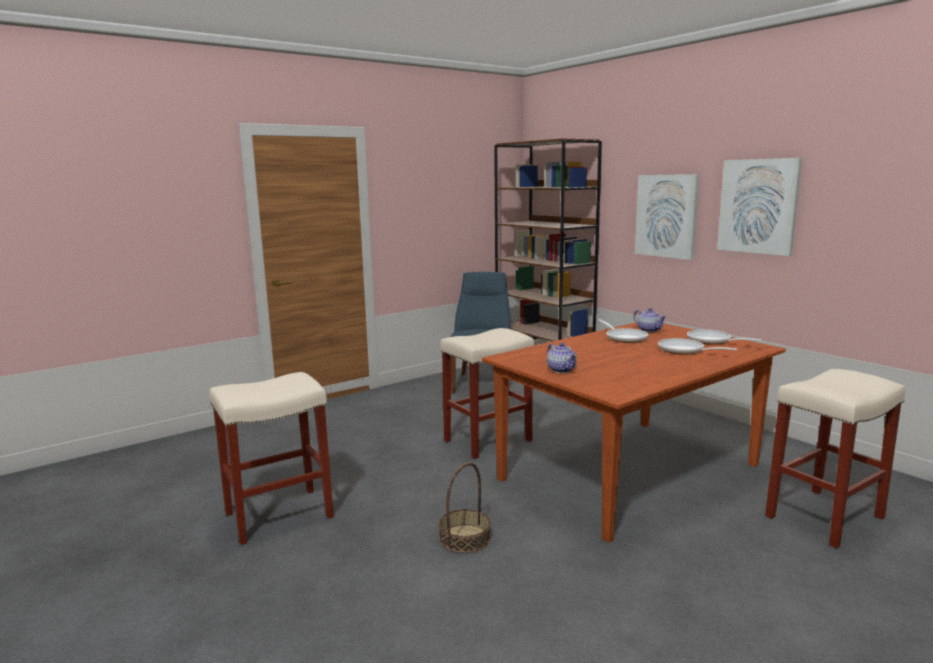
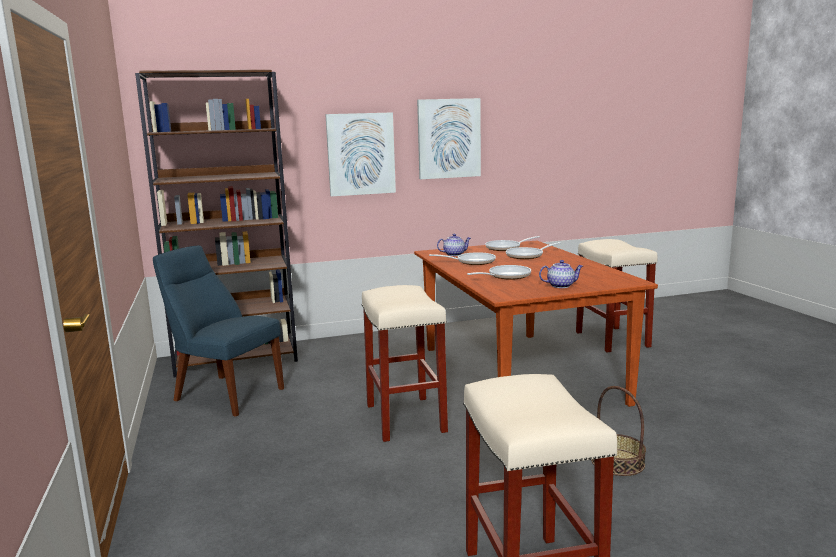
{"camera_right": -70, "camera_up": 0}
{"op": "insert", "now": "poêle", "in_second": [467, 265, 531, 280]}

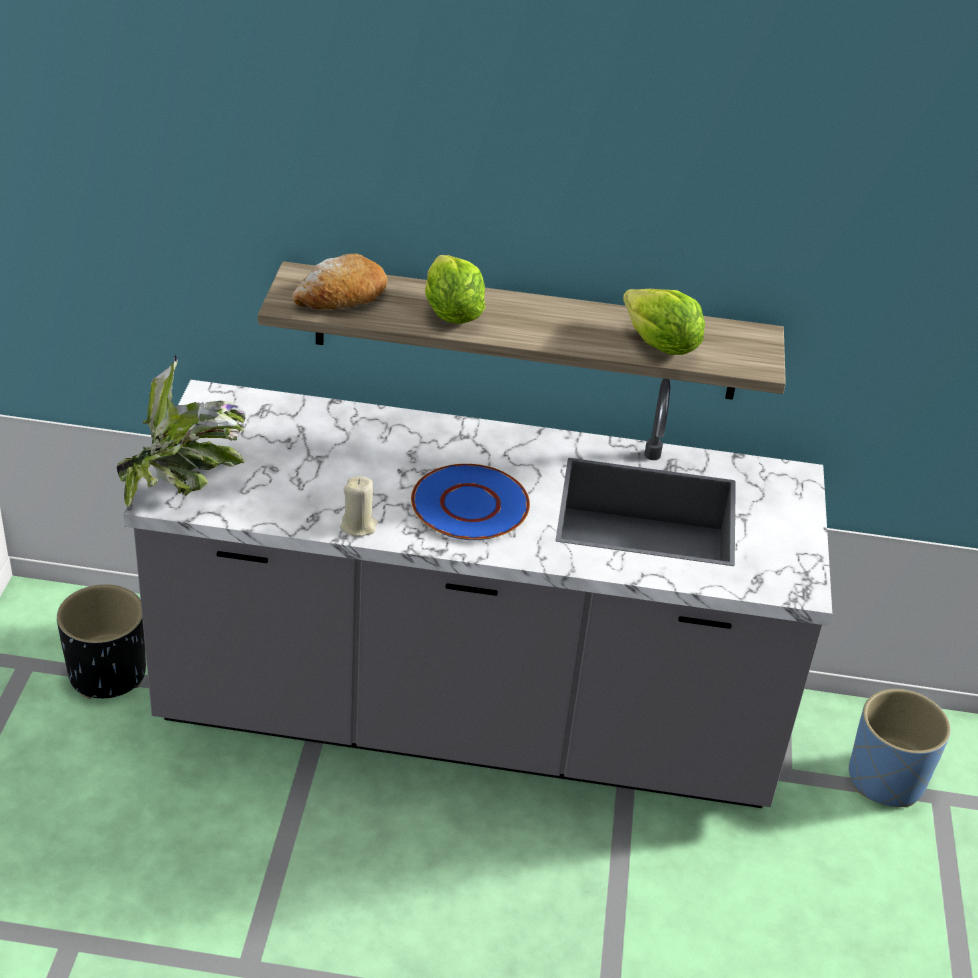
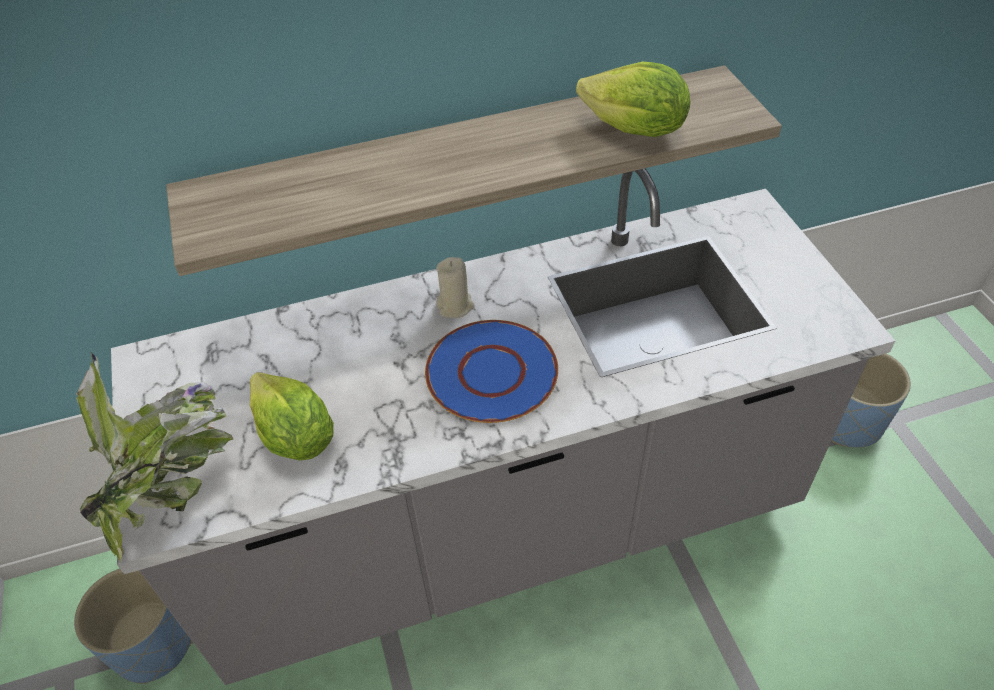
{"camera_right": -20, "camera_up": 10}
{"op": "recolor", "was": "cache-pot [noir]", "now": "cache-pot [bleu]", "in_first": [57, 584, 146, 699], "in_second": [74, 569, 191, 684]}
{"op": "delete", "was": "pain", "in_first": [292, 254, 387, 309]}
{"op": "move", "was": "bougie [beige]", "in_first": [340, 476, 378, 537], "in_second": [437, 257, 474, 318]}
{"op": "move", "was": "laitue", "in_first": [425, 255, 486, 324], "in_second": [250, 372, 334, 461]}

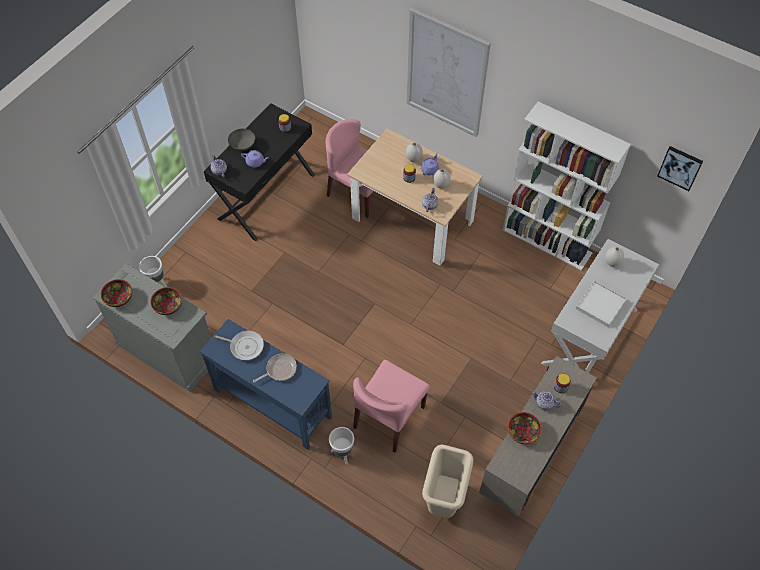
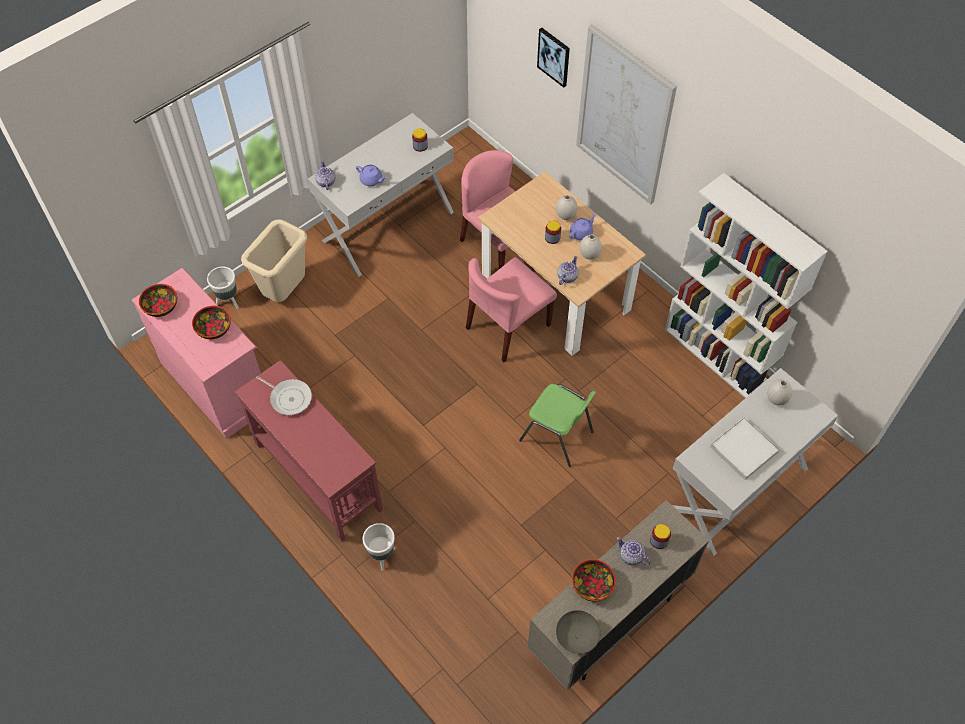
{"camera_right": 15, "camera_up": 0}
{"op": "recolor", "was": "commode [gris]", "now": "commode [rose]", "in_first": [93, 263, 211, 392], "in_second": [132, 268, 261, 439]}
{"op": "recolor", "was": "table console [bleu]", "now": "table console [rouge]", "in_first": [200, 319, 332, 450], "in_second": [235, 360, 383, 542]}
{"op": "recolor", "was": "table console [noir]", "now": "table console [blanc]", "in_first": [204, 103, 315, 241], "in_second": [308, 113, 454, 277]}
{"op": "move", "was": "bol [gris]", "in_first": [228, 129, 255, 151], "in_second": [556, 610, 601, 654]}
{"op": "delete", "was": "poêle", "in_first": [253, 354, 297, 383]}
{"op": "move", "was": "chaise [rose]", "in_first": [353, 360, 430, 453], "in_second": [466, 257, 557, 363]}
{"op": "move", "was": "poubelle [beige]", "in_first": [422, 444, 473, 518], "in_second": [241, 219, 307, 302]}
{"op": "move", "was": "tableau", "in_first": [657, 146, 703, 191], "in_second": [537, 28, 570, 88]}
{"op": "insert", "now": "chaise [vert]", "in_second": [519, 384, 596, 467]}

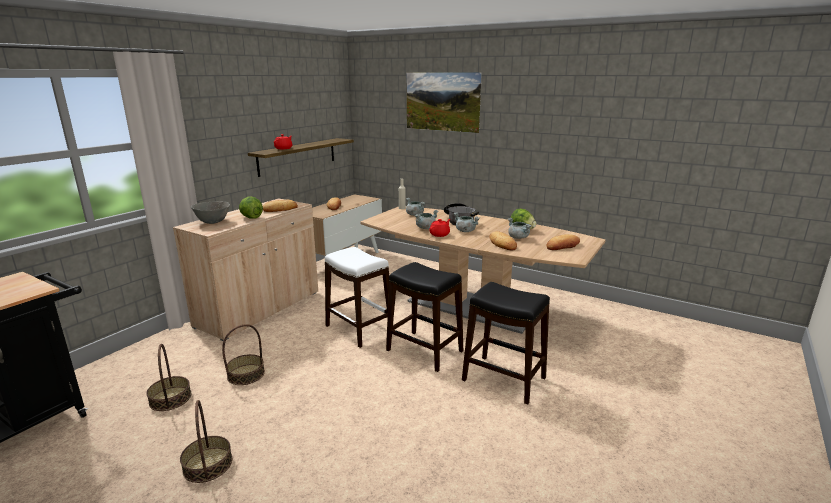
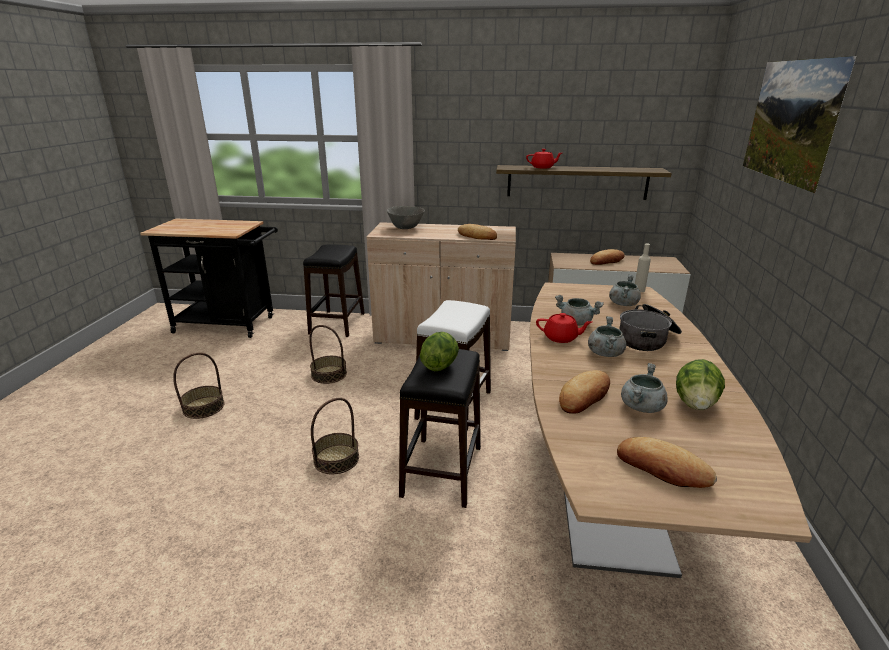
{"camera_right": 65, "camera_up": 5}
{"op": "move", "was": "panier", "in_first": [146, 344, 191, 411], "in_second": [311, 398, 359, 475]}
{"op": "move", "was": "laitue", "in_first": [239, 196, 263, 219], "in_second": [420, 332, 459, 371]}
{"op": "move", "was": "tabouret [noir]", "in_first": [462, 282, 550, 404], "in_second": [303, 244, 365, 337]}

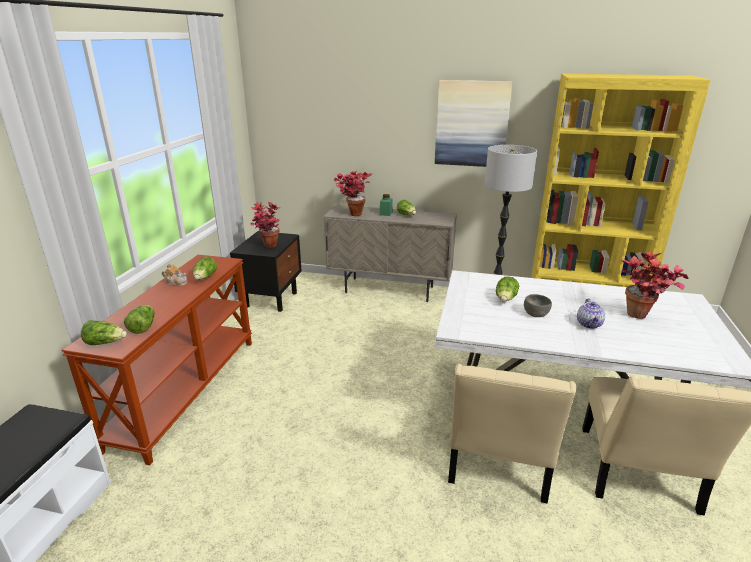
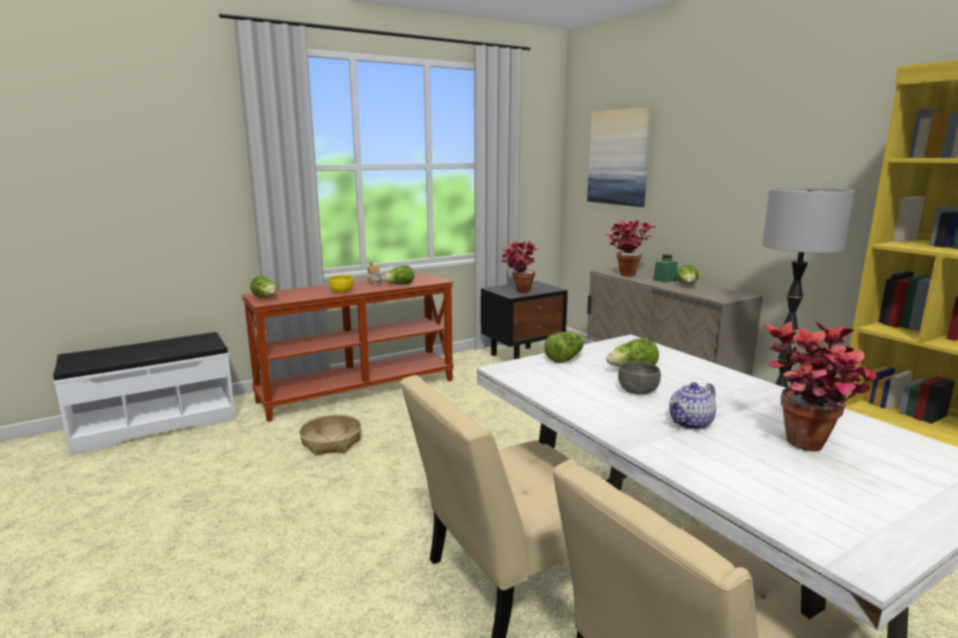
{"camera_right": 45, "camera_up": -10}
{"op": "move", "was": "laitue", "in_first": [124, 305, 154, 334], "in_second": [544, 332, 584, 363]}
{"op": "move", "was": "tableau", "in_first": [435, 80, 512, 167], "in_second": [587, 107, 652, 207]}
{"op": "insert", "now": "panier", "in_second": [299, 415, 362, 455]}
{"op": "insert", "now": "bol [jaune]", "in_second": [329, 275, 354, 293]}

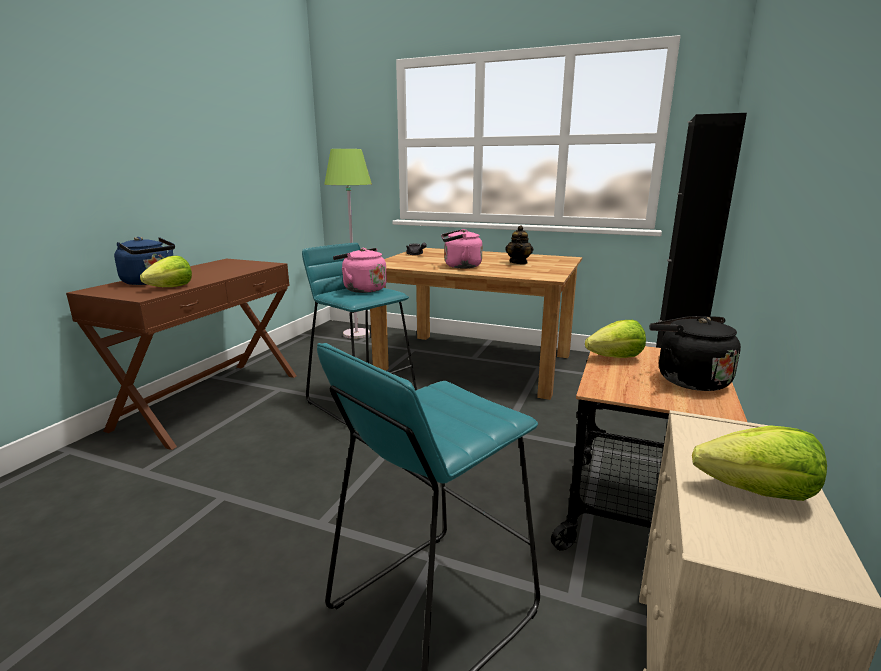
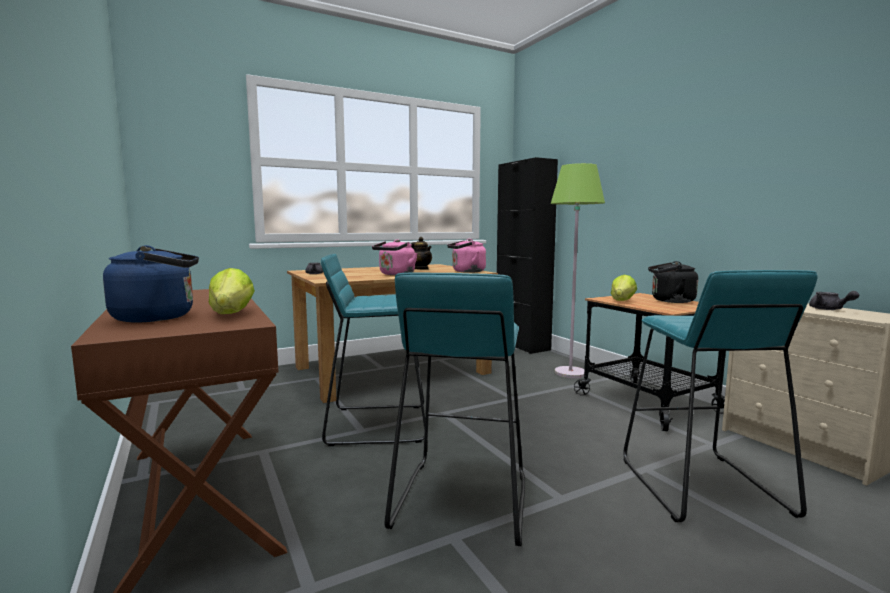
{"camera_right": -50, "camera_up": -10}
{"op": "move", "was": "lampadaire [vert]", "in_first": [324, 149, 372, 339], "in_second": [551, 163, 605, 378]}
{"op": "move", "was": "bouilloire [rose]", "in_first": [333, 248, 387, 293], "in_second": [447, 239, 486, 273]}
{"op": "replace", "was": "laitue", "now": "théière [gris]", "in_first": [692, 425, 827, 501], "in_second": [809, 291, 859, 310]}
{"op": "insert", "now": "tabouret [turquoise]", "in_second": [385, 272, 525, 546]}

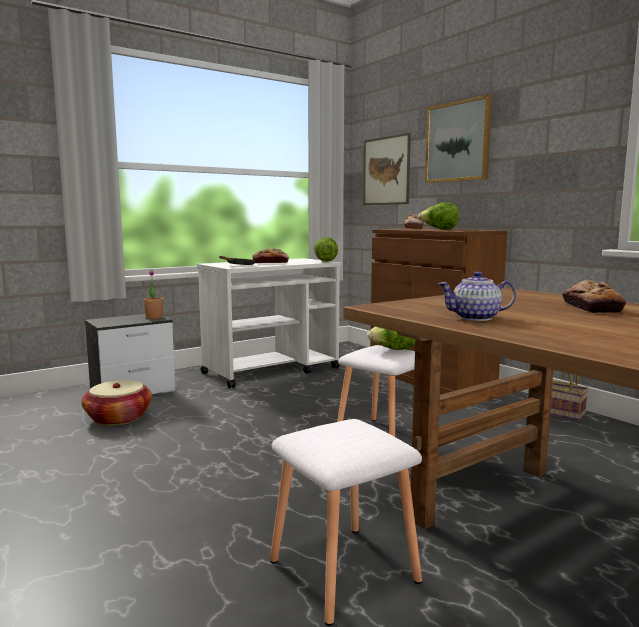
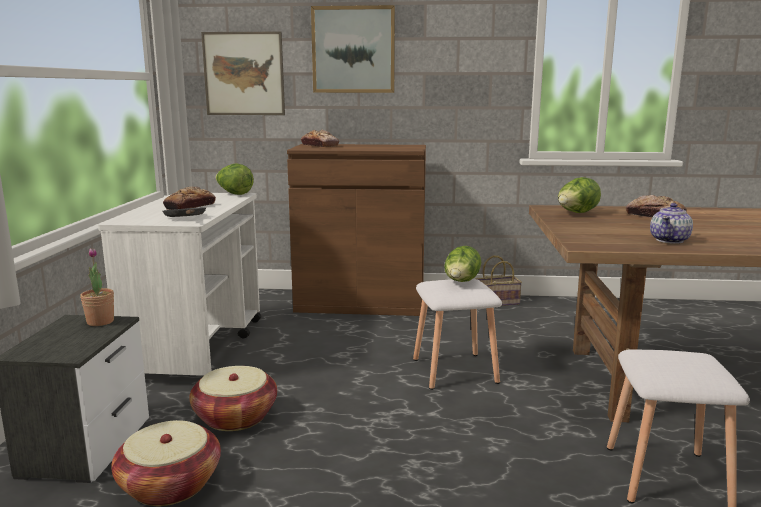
{"camera_right": -50, "camera_up": 5}
{"op": "move", "was": "laitue", "in_first": [418, 202, 459, 230], "in_second": [558, 177, 601, 213]}
{"op": "insert", "now": "panier", "in_second": [189, 366, 277, 431]}

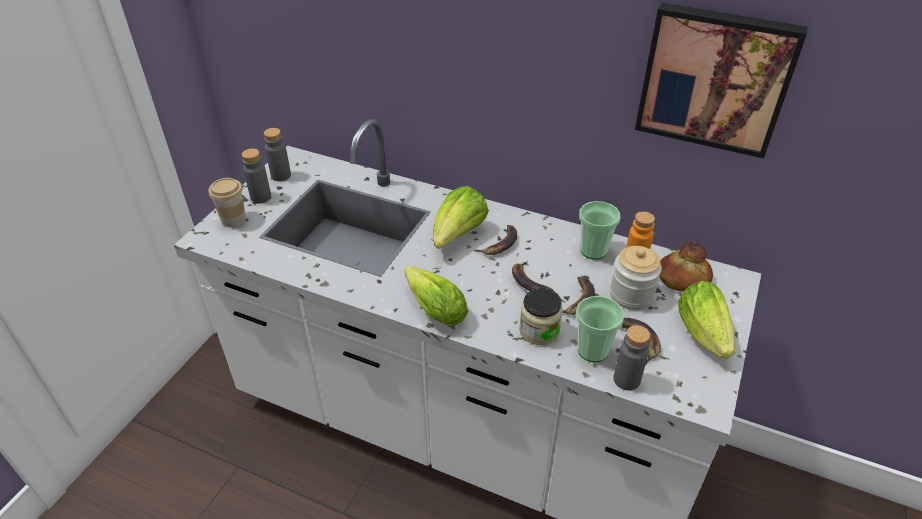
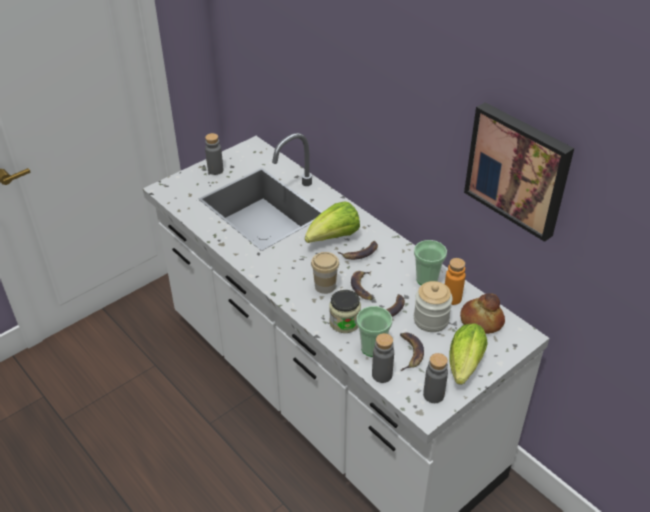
{"camera_right": 25, "camera_up": 0}
{"op": "move", "was": "tasse", "in_first": [209, 178, 246, 227], "in_second": [311, 252, 339, 294]}
{"op": "move", "was": "bouteille [gris]", "in_first": [264, 128, 291, 181], "in_second": [423, 353, 448, 403]}
{"op": "delete", "was": "laitue", "in_first": [404, 266, 468, 325]}

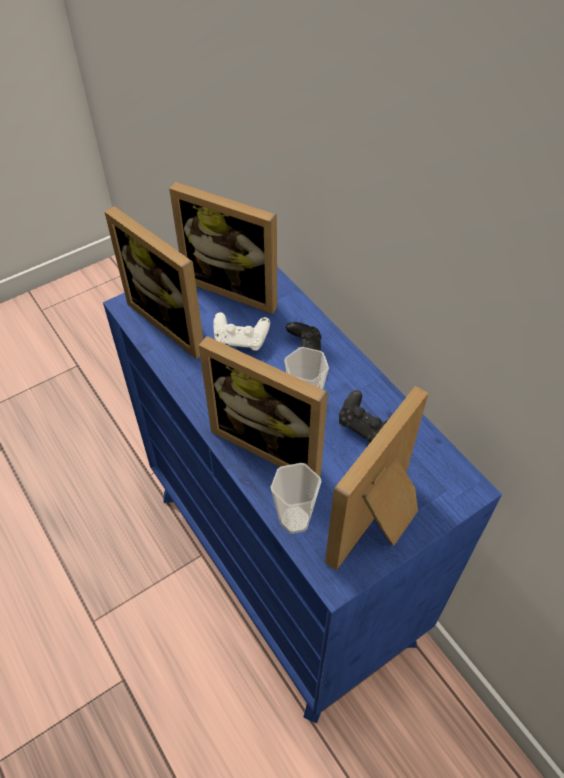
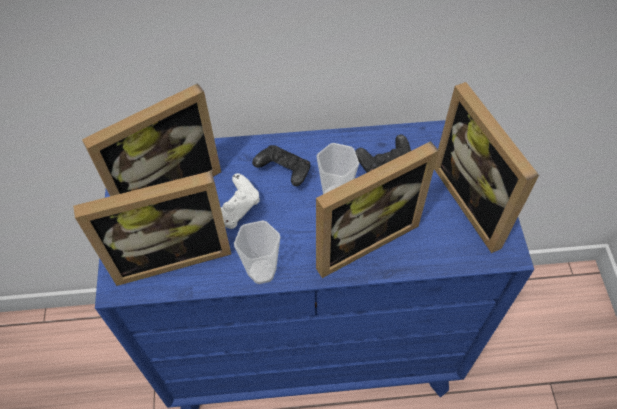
{"camera_right": -60, "camera_up": 5}
{"op": "move", "was": "tasse", "in_first": [271, 463, 322, 534], "in_second": [234, 220, 280, 284]}

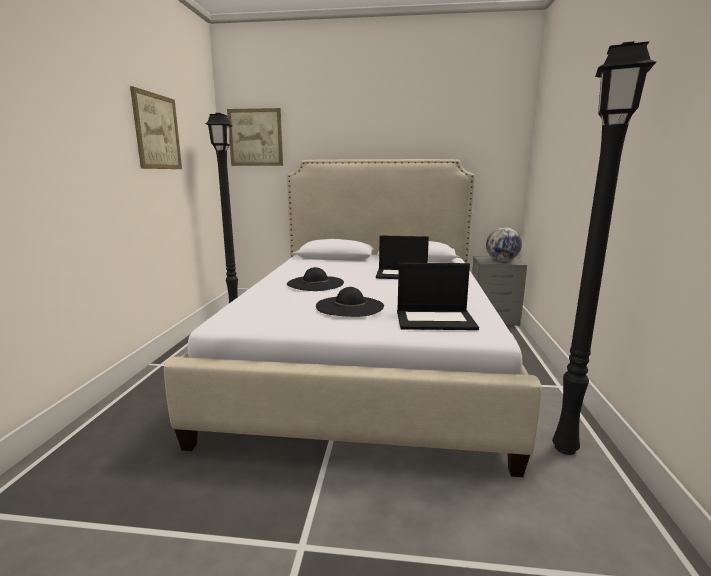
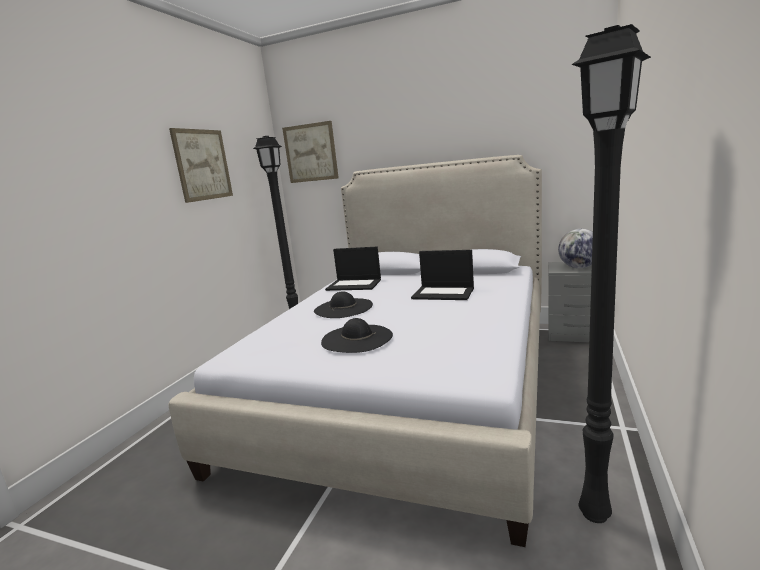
{"camera_right": 15, "camera_up": 0}
{"op": "move", "was": "ordinateur portable", "in_first": [397, 263, 479, 330], "in_second": [325, 247, 381, 291]}

